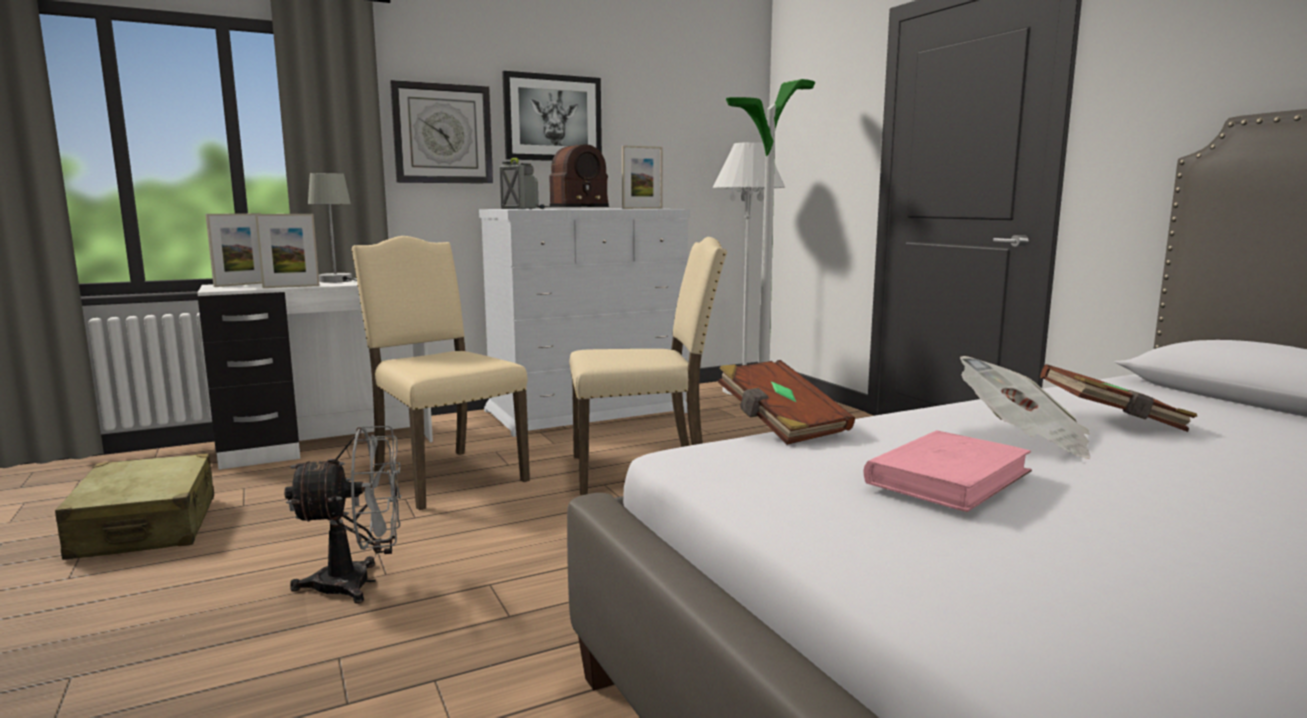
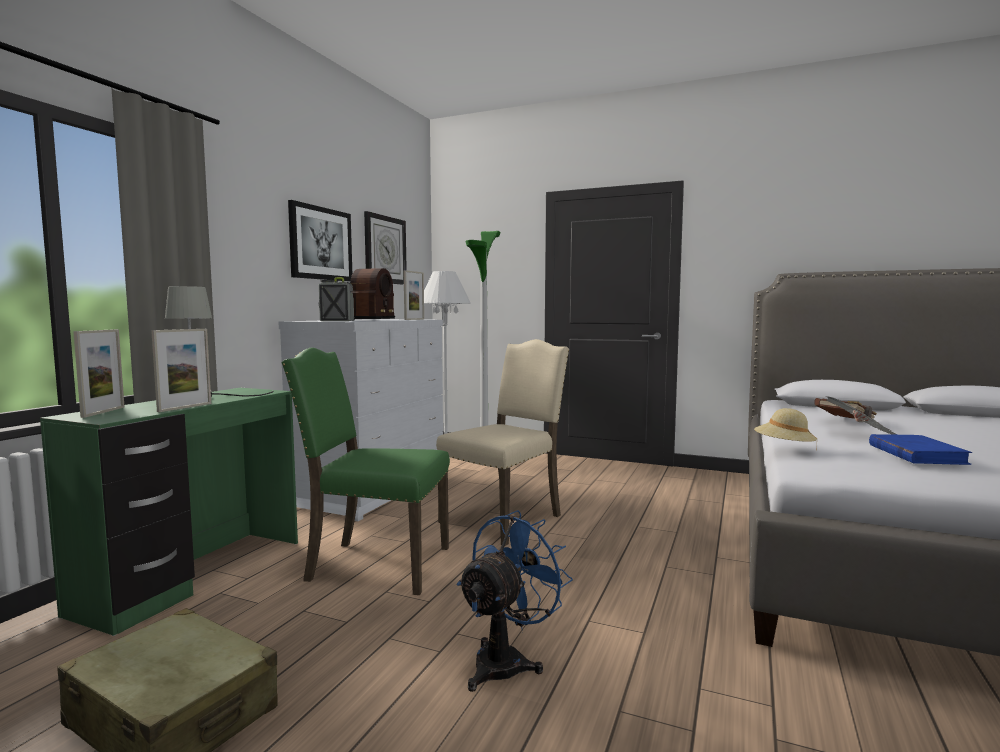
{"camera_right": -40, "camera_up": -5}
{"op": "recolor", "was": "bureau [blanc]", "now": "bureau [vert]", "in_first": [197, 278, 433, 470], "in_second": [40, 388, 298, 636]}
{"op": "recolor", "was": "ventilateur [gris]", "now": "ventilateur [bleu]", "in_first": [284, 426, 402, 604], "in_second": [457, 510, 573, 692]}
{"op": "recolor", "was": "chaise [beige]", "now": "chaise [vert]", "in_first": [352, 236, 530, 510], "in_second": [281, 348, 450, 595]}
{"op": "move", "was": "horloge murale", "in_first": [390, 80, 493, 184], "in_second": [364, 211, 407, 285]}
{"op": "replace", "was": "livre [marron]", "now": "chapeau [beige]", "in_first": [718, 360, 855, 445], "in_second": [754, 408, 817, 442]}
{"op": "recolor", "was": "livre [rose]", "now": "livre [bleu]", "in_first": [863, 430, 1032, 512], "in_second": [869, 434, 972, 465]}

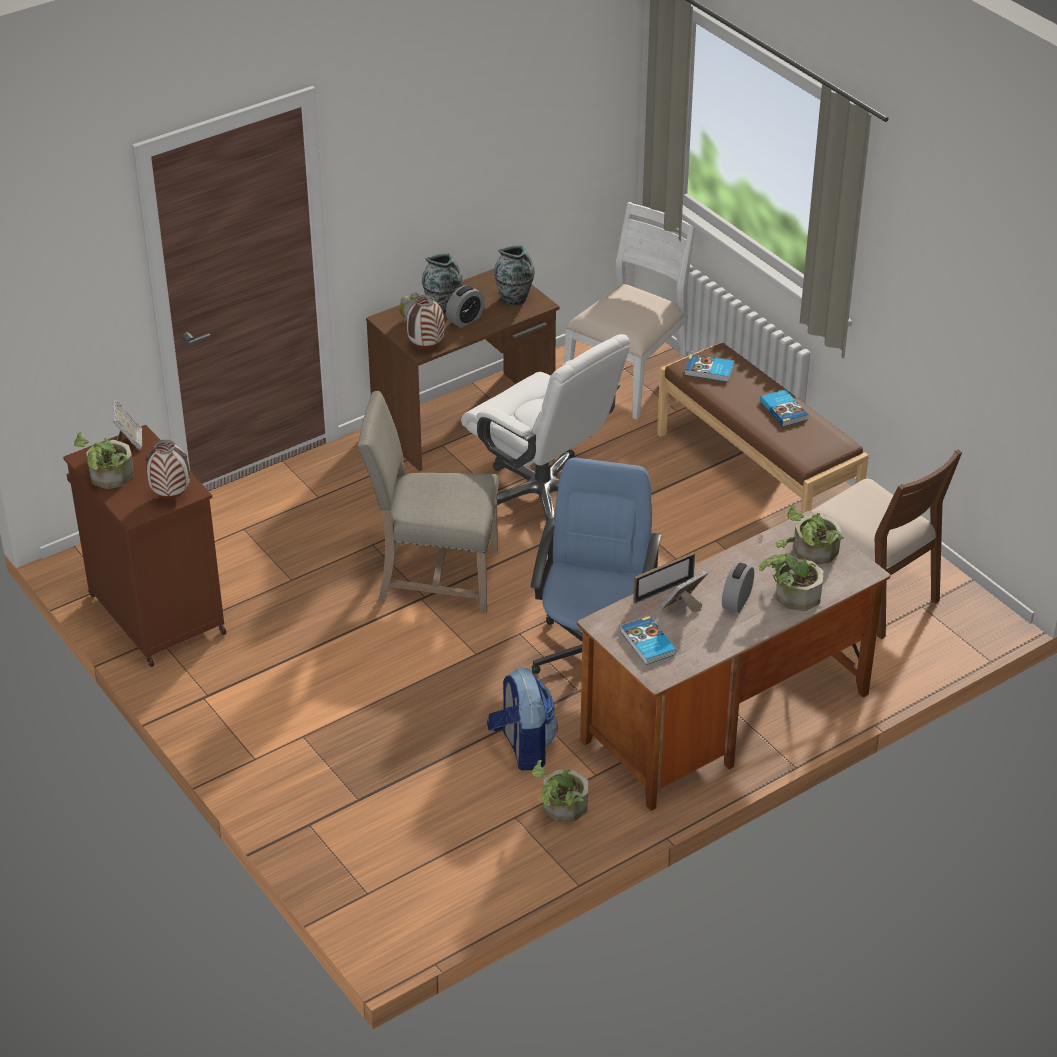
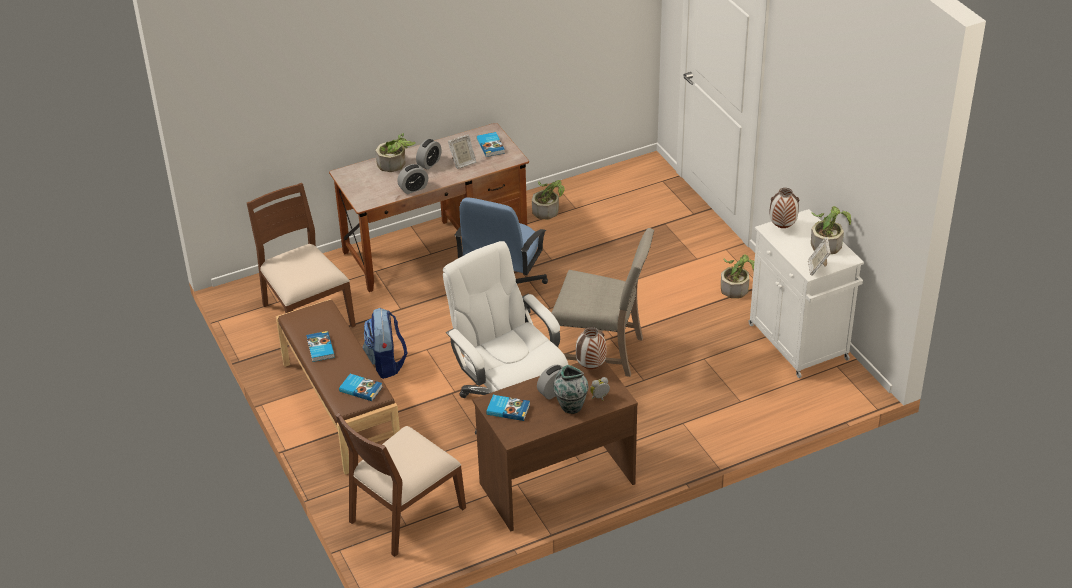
{"camera_right": -170, "camera_up": 0}
{"op": "recolor", "was": "meuble de rangement [marron]", "now": "meuble de rangement [blanc]", "in_first": [63, 425, 226, 667], "in_second": [748, 209, 864, 378]}
{"op": "move", "was": "sac à dos", "in_first": [487, 668, 558, 771], "in_second": [363, 307, 408, 379]}
{"op": "replace", "was": "vase", "now": "livre", "in_first": [494, 245, 535, 306], "in_second": [486, 395, 530, 421]}
{"op": "recolor", "was": "chaise [blanc]", "now": "chaise [marron]", "in_first": [564, 202, 695, 420], "in_second": [335, 413, 466, 557]}
{"op": "delete", "was": "cadre photo", "in_first": [633, 552, 695, 604]}
{"op": "move", "was": "plante en pot", "in_first": [787, 505, 844, 565], "in_second": [721, 254, 754, 298]}
{"op": "insert", "now": "réveil", "in_second": [397, 164, 428, 194]}

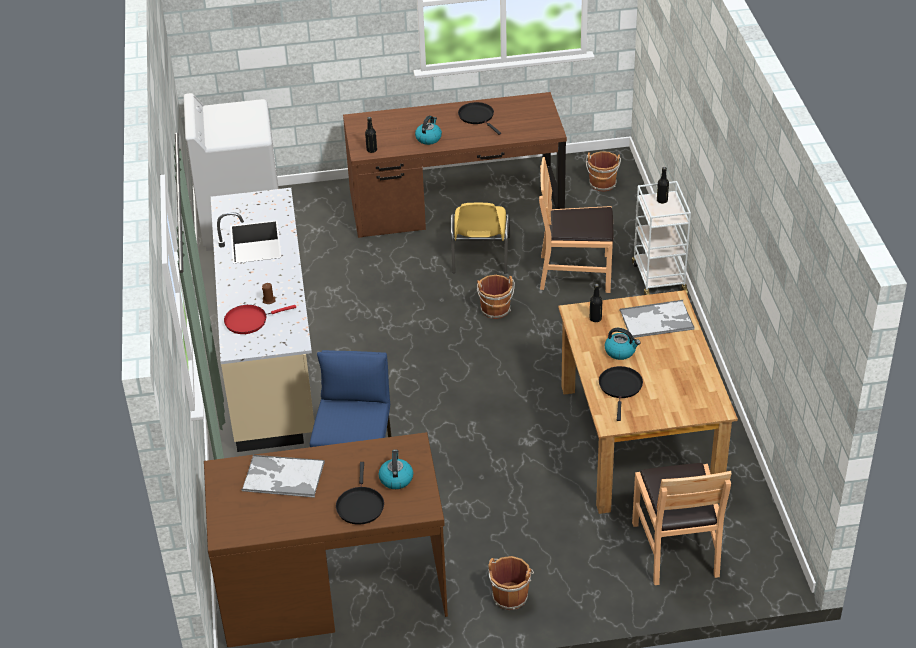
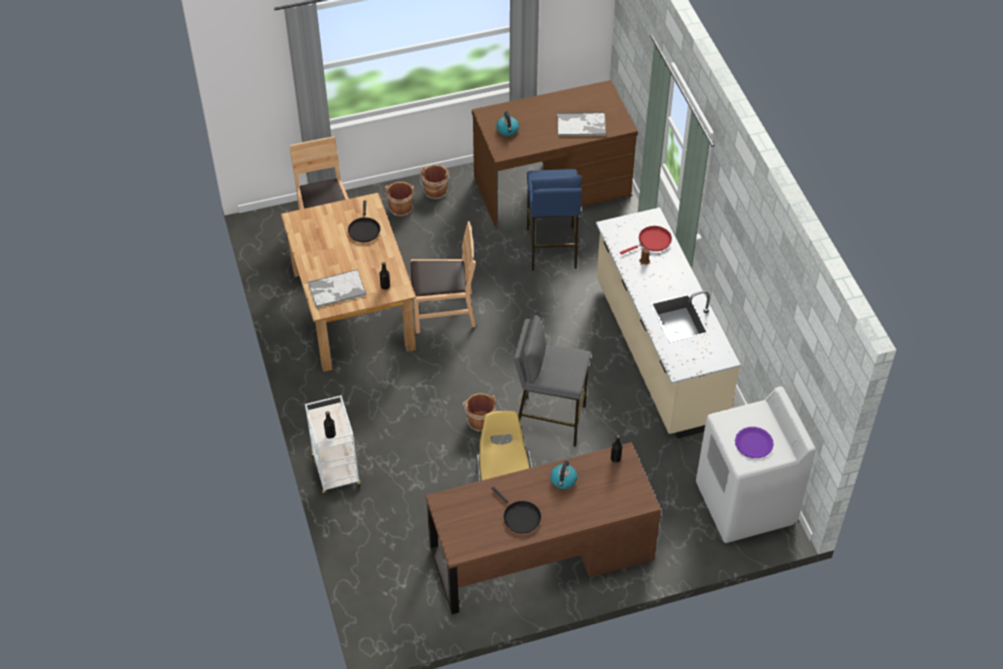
{"camera_right": 170, "camera_up": 10}
{"op": "delete", "was": "poêle [noir]", "in_first": [336, 462, 384, 525]}
{"op": "move", "was": "chaise [marron]", "in_first": [539, 157, 613, 293], "in_second": [411, 221, 476, 334]}
{"op": "move", "was": "seau [marron]", "in_first": [586, 151, 621, 192], "in_second": [385, 182, 415, 217]}
{"op": "delete", "was": "bouilloire", "in_first": [605, 328, 641, 360]}
{"op": "insert", "now": "tabouret [gris]", "in_second": [514, 315, 591, 447]}
{"op": "insert", "now": "assiette [violet]", "in_second": [735, 427, 774, 458]}

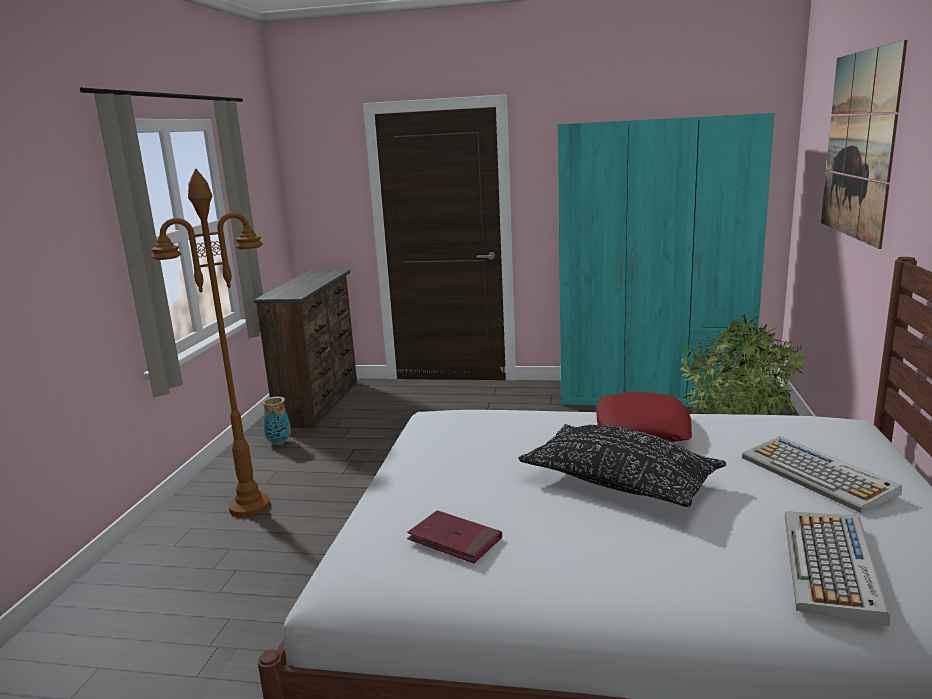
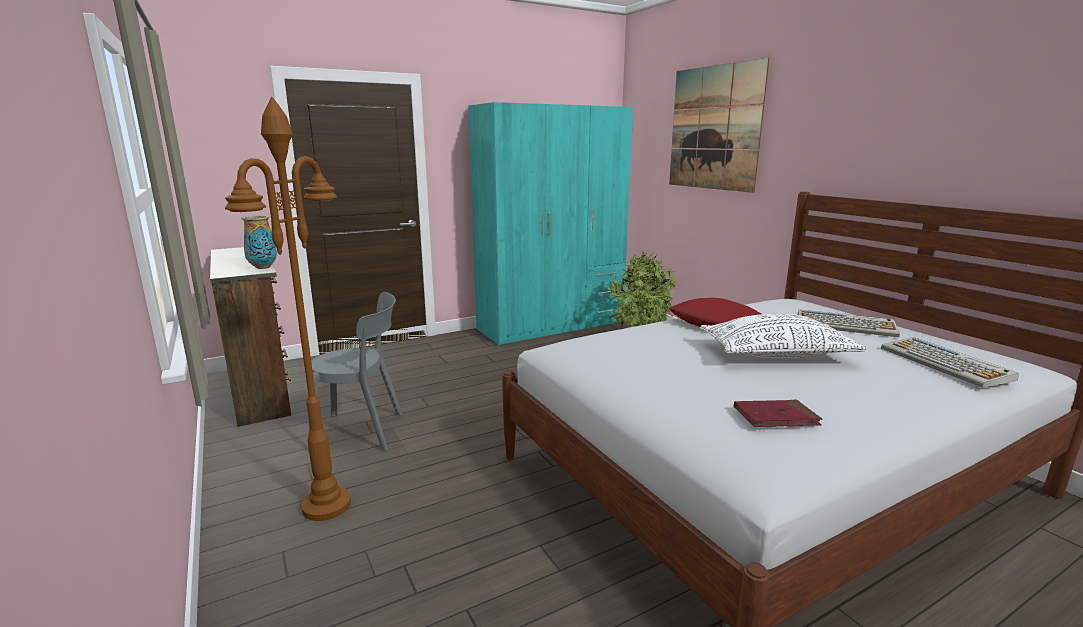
{"camera_right": -40, "camera_up": 0}
{"op": "move", "was": "vase", "in_first": [262, 397, 291, 445], "in_second": [242, 215, 277, 269]}
{"op": "recolor", "was": "coussin [noir]", "now": "coussin [blanc]", "in_first": [518, 424, 726, 507], "in_second": [700, 314, 867, 358]}
{"op": "insert", "now": "chaise [gris]", "in_second": [308, 292, 402, 452]}

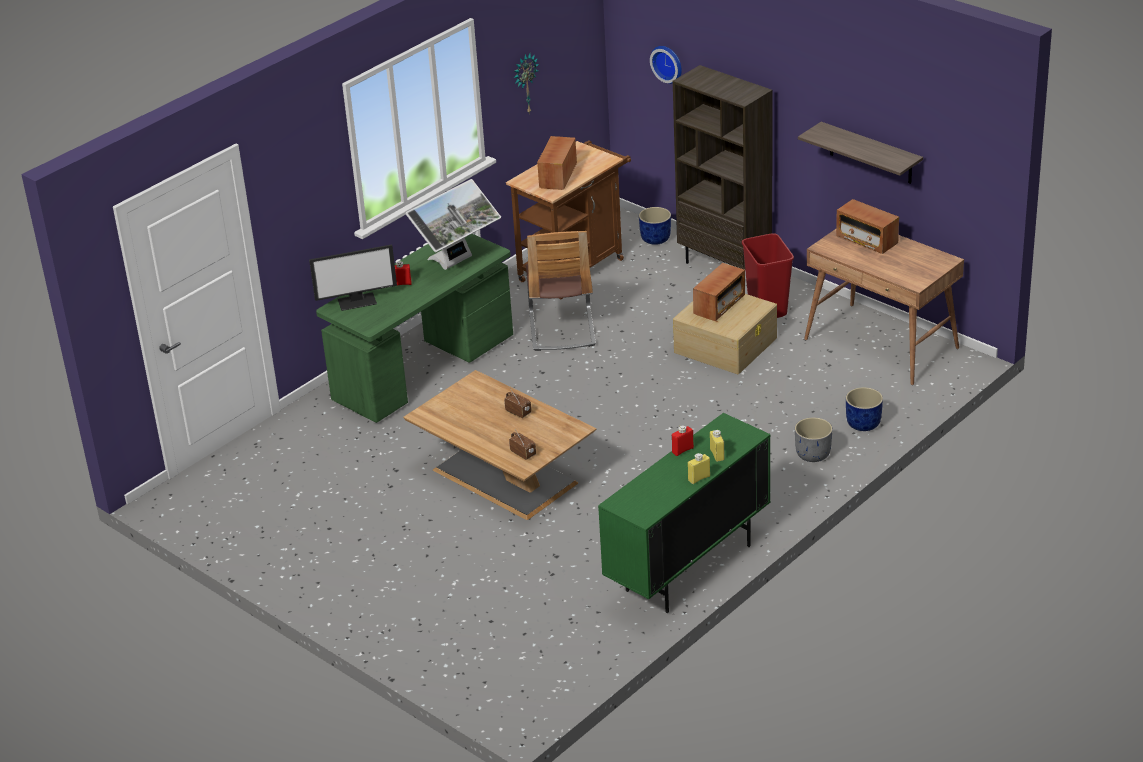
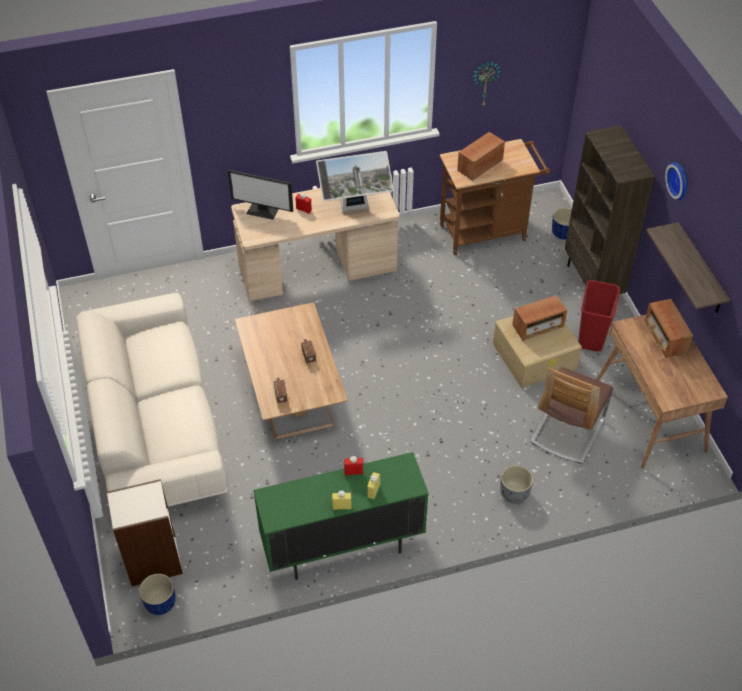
{"camera_right": 30, "camera_up": 15}
{"op": "recolor", "was": "bureau [vert]", "now": "bureau [beige]", "in_first": [316, 234, 513, 423], "in_second": [231, 188, 400, 301]}
{"op": "move", "was": "chaise", "in_first": [526, 231, 596, 351], "in_second": [531, 367, 613, 464]}
{"op": "move", "was": "horloge murale", "in_first": [650, 46, 682, 84], "in_second": [665, 162, 688, 200]}
{"op": "move", "was": "cache-pot [bleu]", "in_first": [846, 387, 883, 431], "in_second": [139, 574, 176, 615]}
{"op": "insert", "now": "canapé [beige]", "in_second": [76, 293, 228, 507]}
{"op": "insert", "now": "bibliothèque", "in_second": [107, 479, 183, 587]}

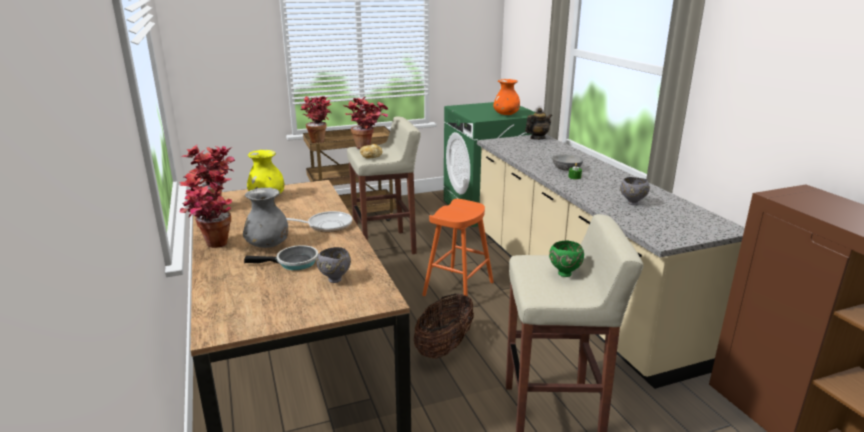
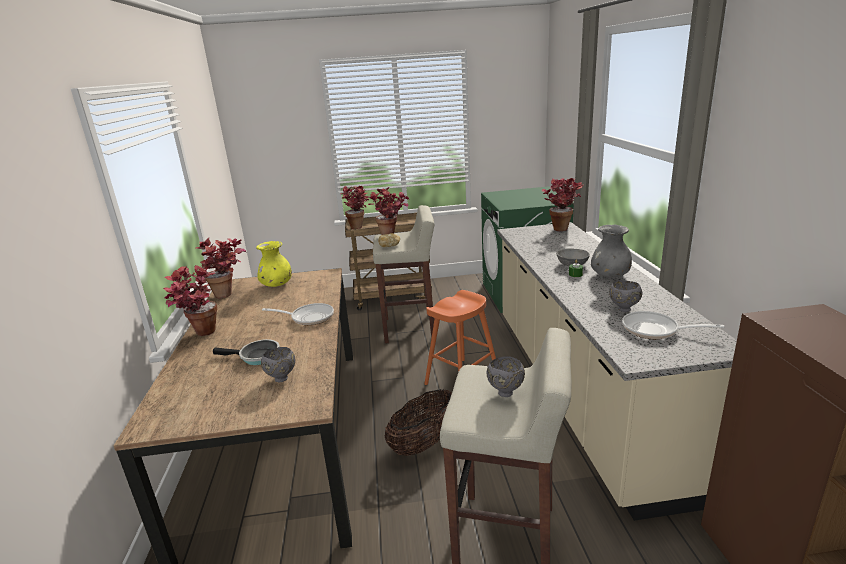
{"camera_right": 15, "camera_up": 0}
{"op": "move", "was": "vase [gris]", "in_first": [243, 187, 288, 248], "in_second": [591, 225, 632, 277]}
{"op": "delete", "was": "vase [orange]", "in_first": [493, 79, 520, 115]}
{"op": "replace", "was": "théière", "now": "plante en pot", "in_first": [525, 108, 552, 140], "in_second": [542, 178, 584, 231]}
{"op": "recolor", "was": "bol [vert]", "now": "bol [gris]", "in_first": [549, 241, 584, 277], "in_second": [487, 357, 525, 397]}
{"op": "insert", "now": "poêle", "in_second": [622, 311, 724, 339]}

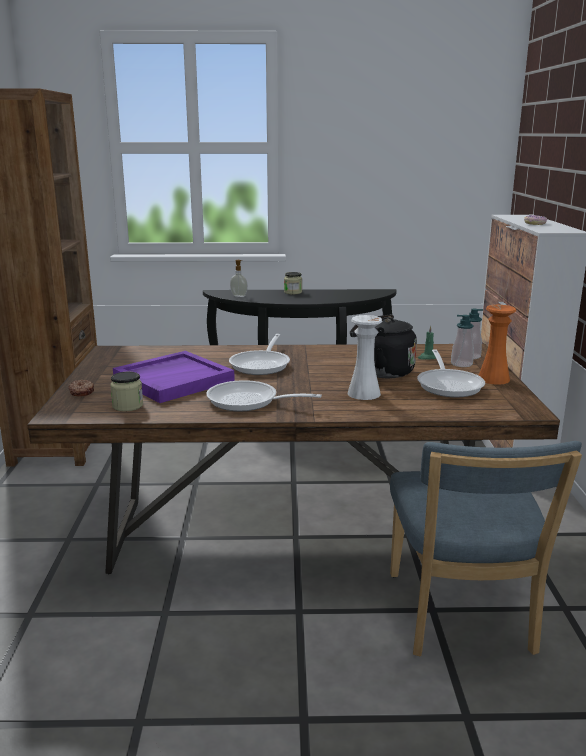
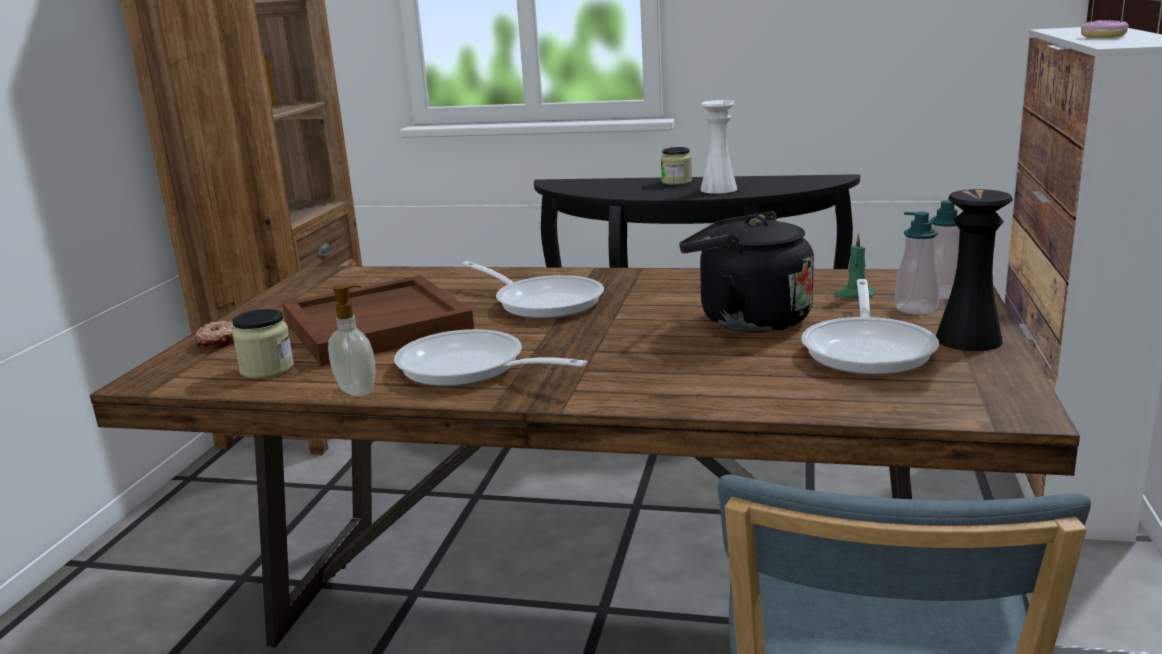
{"camera_right": 15, "camera_up": 0}
{"op": "recolor", "was": "plateau [violet]", "now": "plateau [marron]", "in_first": [113, 351, 235, 403], "in_second": [282, 275, 474, 366]}
{"op": "rotate", "was": "poêle", "in_first": [229, 334, 290, 375], "in_second": [462, 261, 604, 319], "clockwise": -75}
{"op": "move", "was": "distributeur de savon", "in_first": [230, 260, 248, 297], "in_second": [328, 284, 376, 397]}
{"op": "move", "was": "vase [blanc]", "in_first": [348, 315, 382, 400], "in_second": [700, 100, 737, 194]}
{"op": "recolor", "was": "vase [orange]", "now": "vase [noir]", "in_first": [478, 305, 516, 385], "in_second": [936, 189, 1013, 351]}

